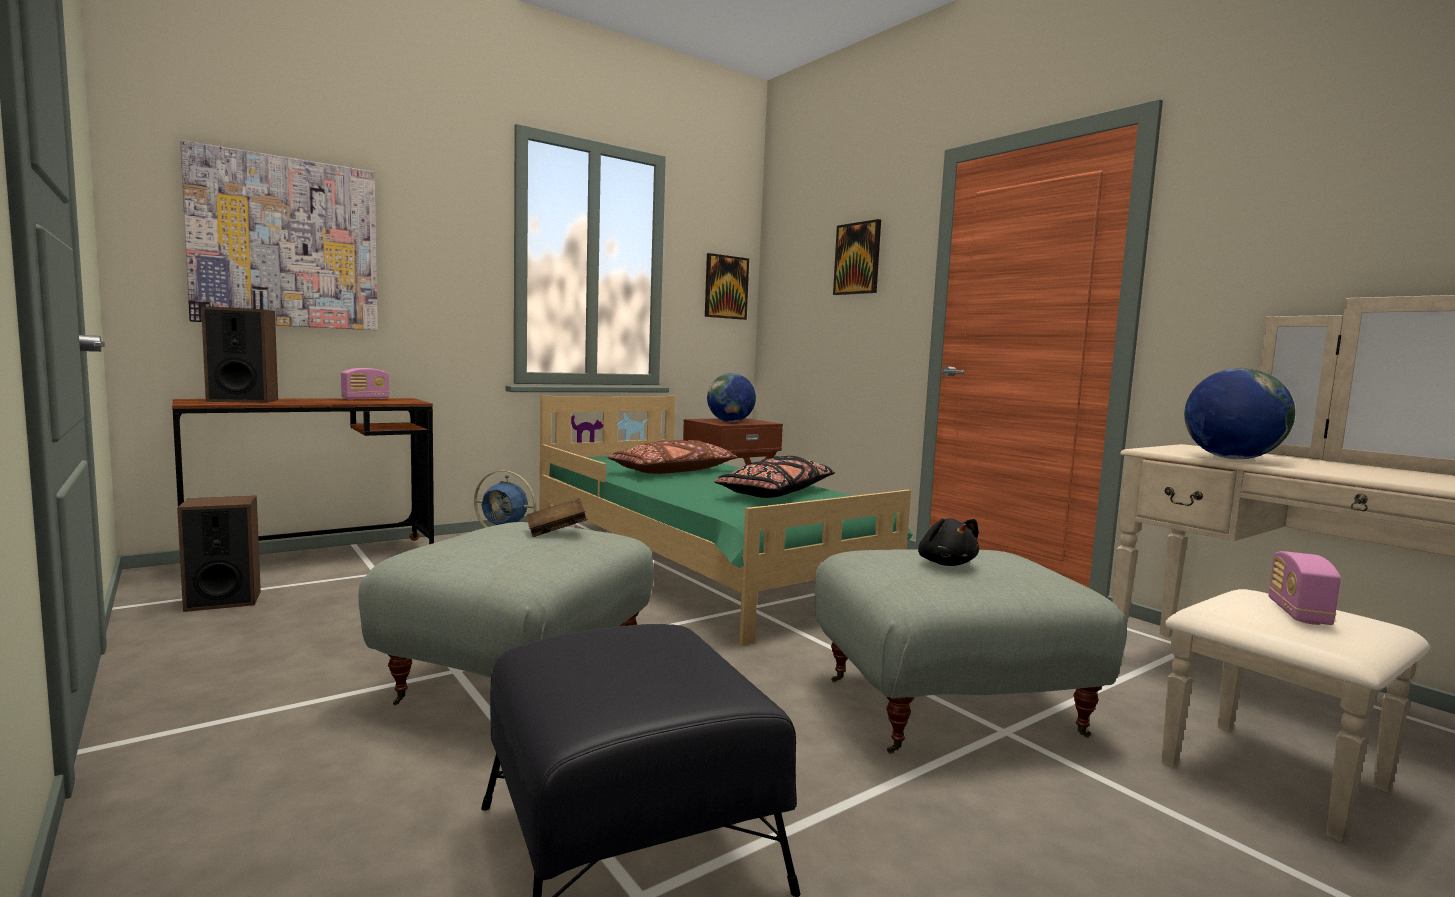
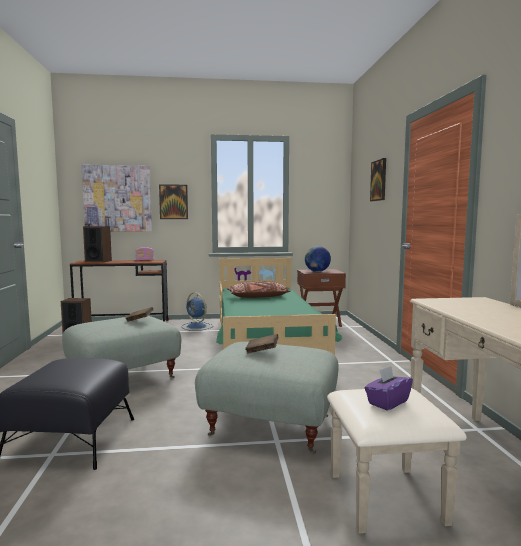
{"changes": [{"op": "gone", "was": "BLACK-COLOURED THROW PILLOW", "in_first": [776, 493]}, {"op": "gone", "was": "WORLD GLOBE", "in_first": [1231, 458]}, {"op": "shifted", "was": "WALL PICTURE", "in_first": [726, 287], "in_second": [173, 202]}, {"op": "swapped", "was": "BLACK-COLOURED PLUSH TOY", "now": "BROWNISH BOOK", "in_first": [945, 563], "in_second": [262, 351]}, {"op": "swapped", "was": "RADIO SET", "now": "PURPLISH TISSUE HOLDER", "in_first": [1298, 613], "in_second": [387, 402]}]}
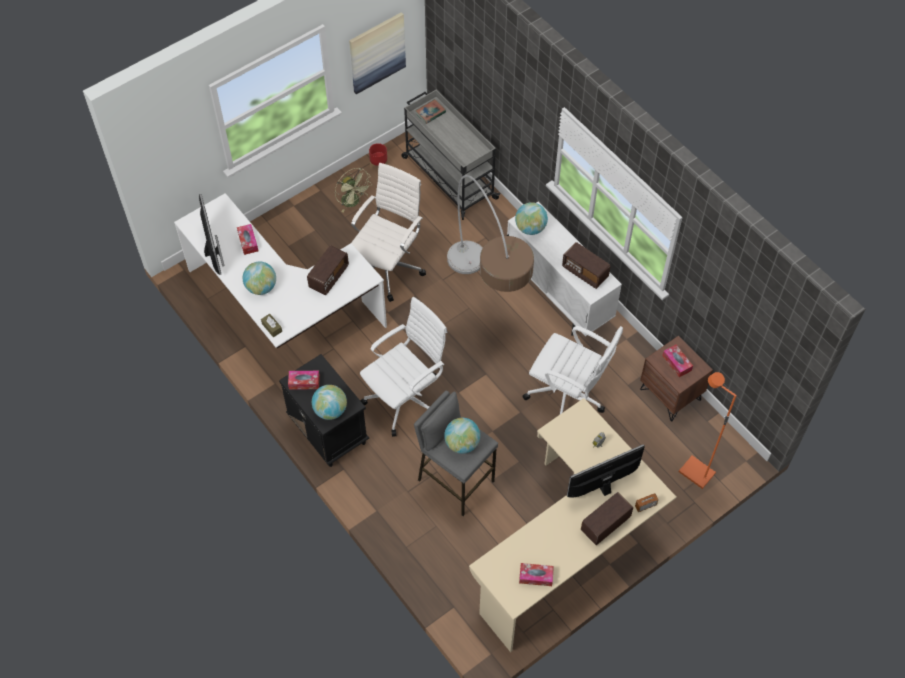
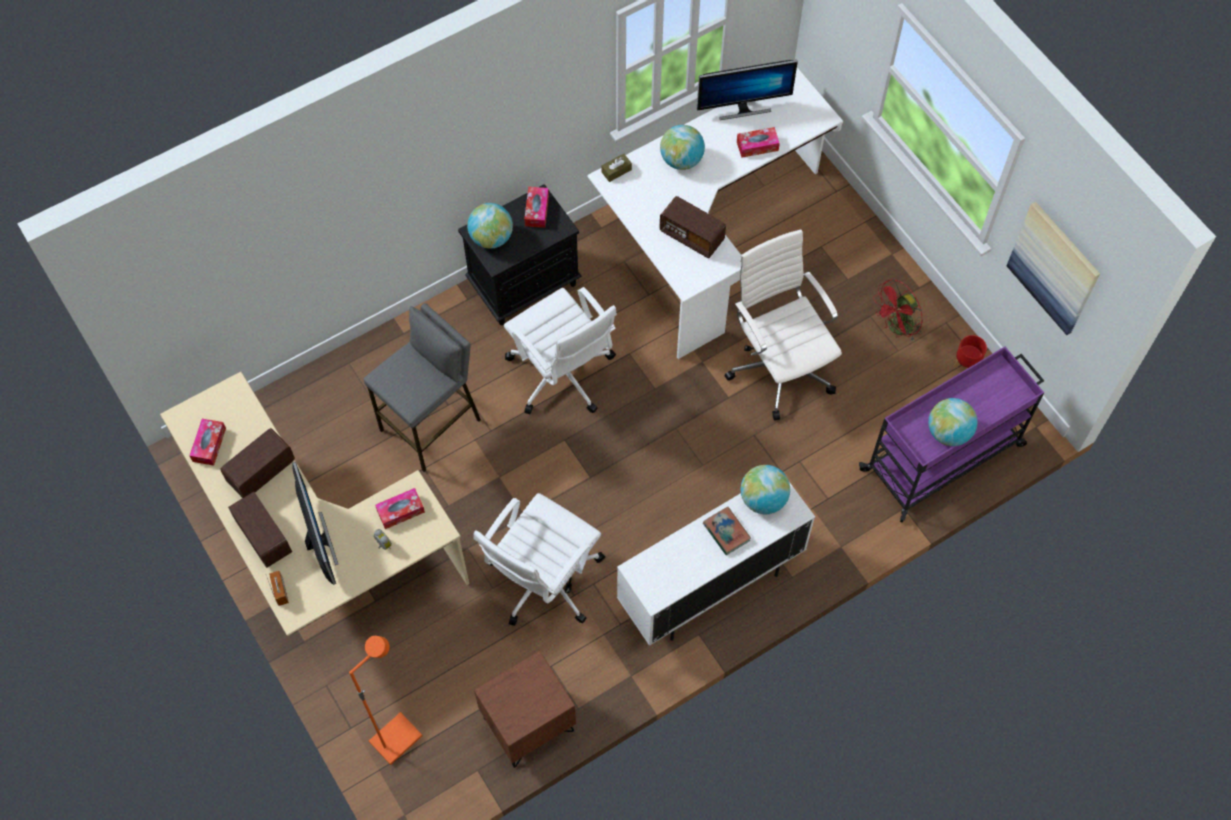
{"changes": [{"op": "gone", "was": "STANDING LAMP", "in_first": [487, 299]}, {"op": "shifted", "was": "BOOK", "in_first": [430, 113], "in_second": [726, 532]}, {"op": "shifted", "was": "WORLD GLOBE", "in_first": [462, 443], "in_second": [948, 432]}, {"op": "shifted", "was": "RADIO SET", "in_first": [585, 272], "in_second": [261, 472]}, {"op": "shifted", "was": "TISSUE HOLDER", "in_first": [676, 363], "in_second": [400, 511]}, {"op": "repainted", "was": "GREEN-COLOURED FAN", "now": "REDDISH FAN", "in_first": [353, 202], "in_second": [896, 328]}, {"op": "repainted", "was": "GREY WHEELED CART", "now": "PURPLISH WHEELED CART", "in_first": [448, 177], "in_second": [944, 457]}, {"op": "rotated", "was": "WHITISH COMPUTER CHAIR", "in_first": [388, 267], "in_second": [780, 366], "clockwise": -150}]}
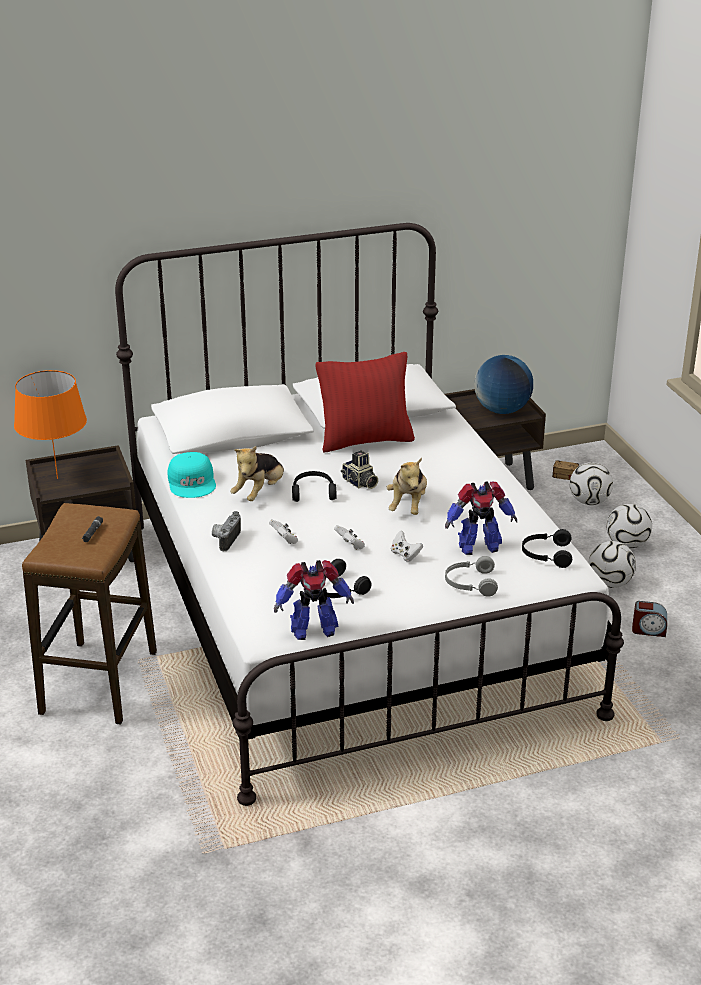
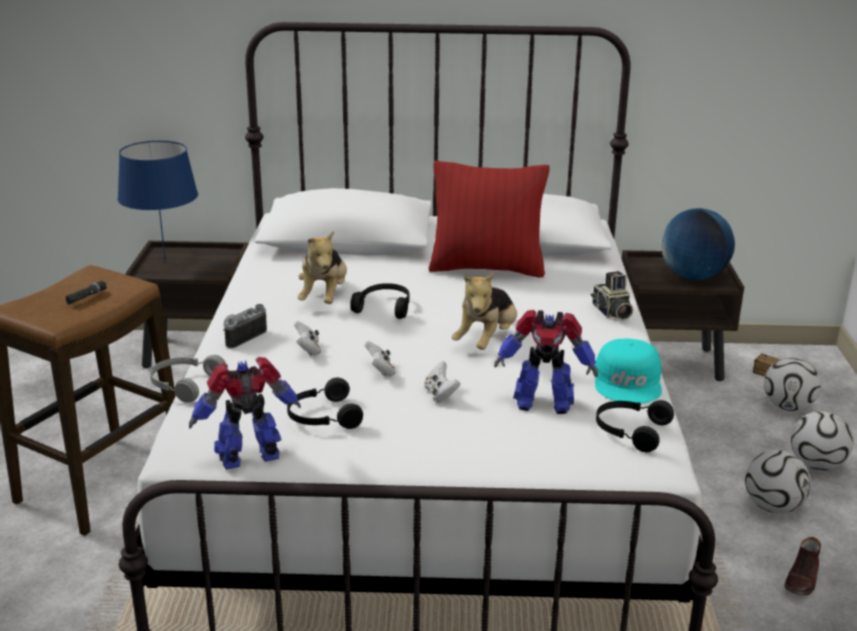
{"changes": [{"op": "shifted", "was": "BLUE-GREEN CAP", "in_first": [192, 482], "in_second": [629, 382]}, {"op": "shifted", "was": "PHOTO CAMERA", "in_first": [359, 483], "in_second": [611, 312]}, {"op": "shifted", "was": "GREY PAIR OF HEADPHONES", "in_first": [470, 583], "in_second": [184, 385]}, {"op": "swapped", "was": "TABLE CLOCK", "now": "BROWNISH SHOE", "in_first": [648, 630], "in_second": [802, 579]}, {"op": "repainted", "was": "ORANGE LAMP FOR A TABLE", "now": "BLUISH LAMP FOR A TABLE", "in_first": [57, 478], "in_second": [165, 261]}, {"op": "rotated", "was": "PLUSH TOY", "in_first": [260, 492], "in_second": [324, 297], "clockwise": -45}, {"op": "rotated", "was": "TOY ROBOT", "in_first": [313, 630], "in_second": [250, 458], "clockwise": 150}]}
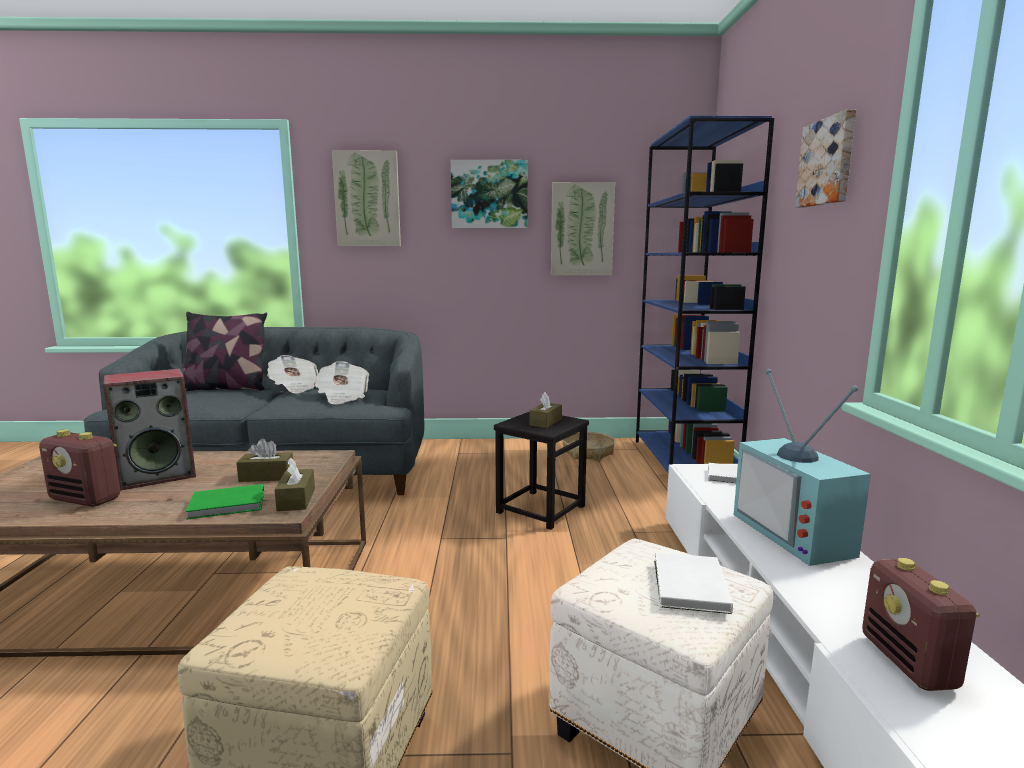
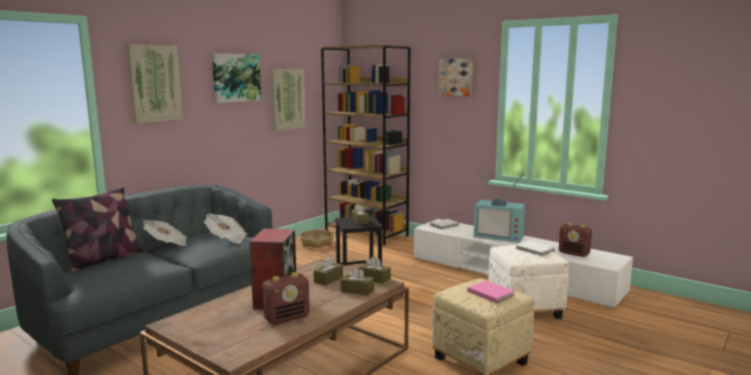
{"changes": [{"op": "new", "now": "PINK BOOK", "in_second": [490, 293]}, {"op": "swapped", "was": "GREEN-COLOURED BOOK", "now": "BROWNISH TISSUE HOLDER", "in_first": [229, 504], "in_second": [357, 290]}, {"op": "repainted", "was": "BLUISH BOOKCASE", "now": "BROWNISH BOOKCASE", "in_first": [684, 461], "in_second": [367, 233]}]}
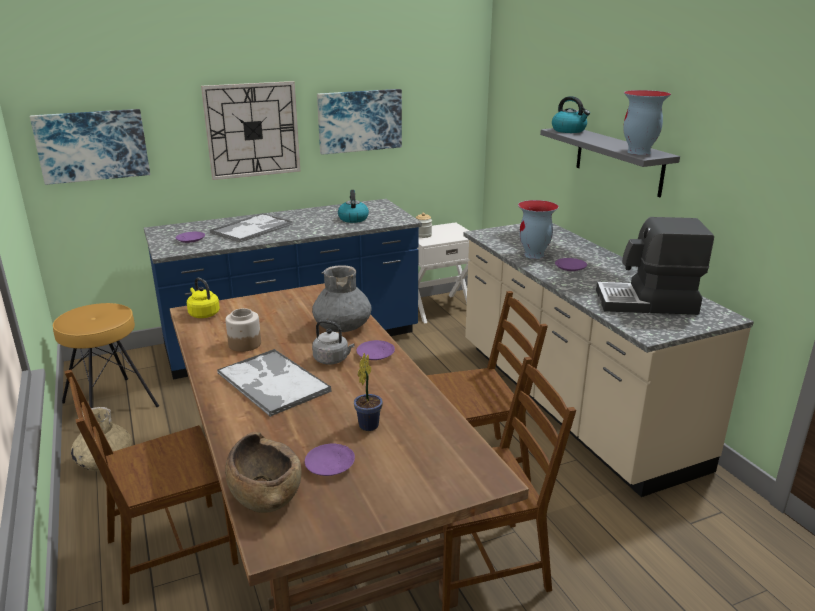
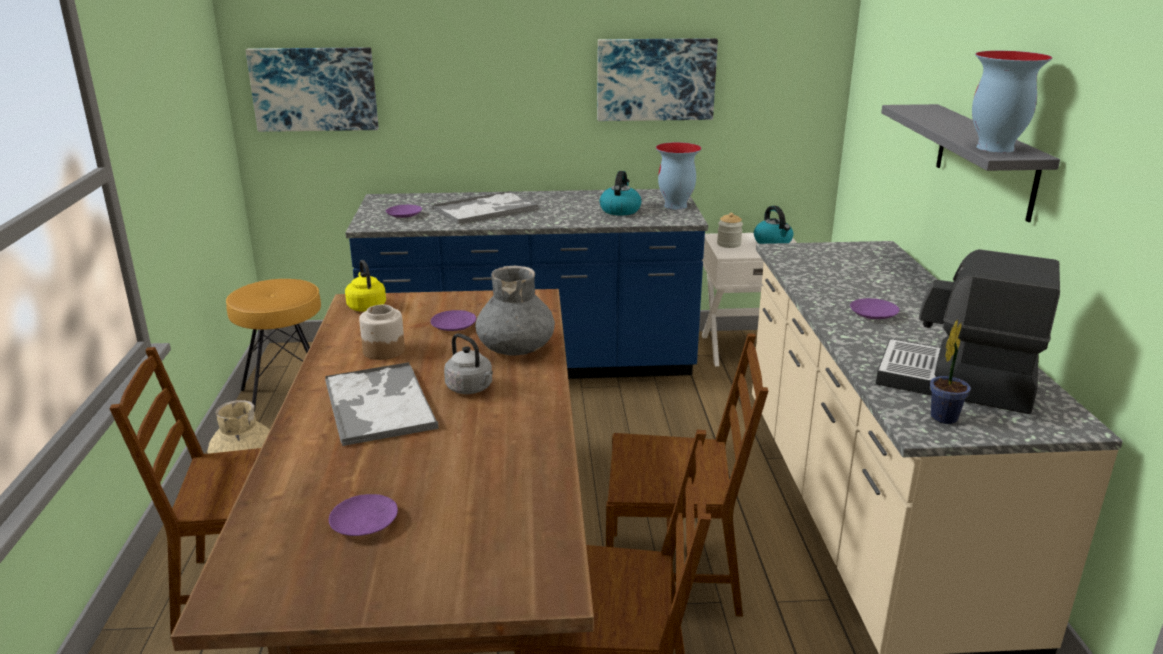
{"changes": [{"op": "gone", "was": "CLOCK ON THE WALL", "in_first": [252, 130]}, {"op": "gone", "was": "BROWNISH SERVING BOWL", "in_first": [265, 491]}, {"op": "shifted", "was": "PLANT IN A POT", "in_first": [369, 424], "in_second": [945, 416]}, {"op": "shifted", "was": "PURPLISH PLATE", "in_first": [376, 354], "in_second": [454, 326]}, {"op": "shifted", "was": "DECORATIVE VASE", "in_first": [534, 255], "in_second": [676, 206]}, {"op": "shifted", "was": "TEA KETTLE", "in_first": [569, 130], "in_second": [773, 242]}]}
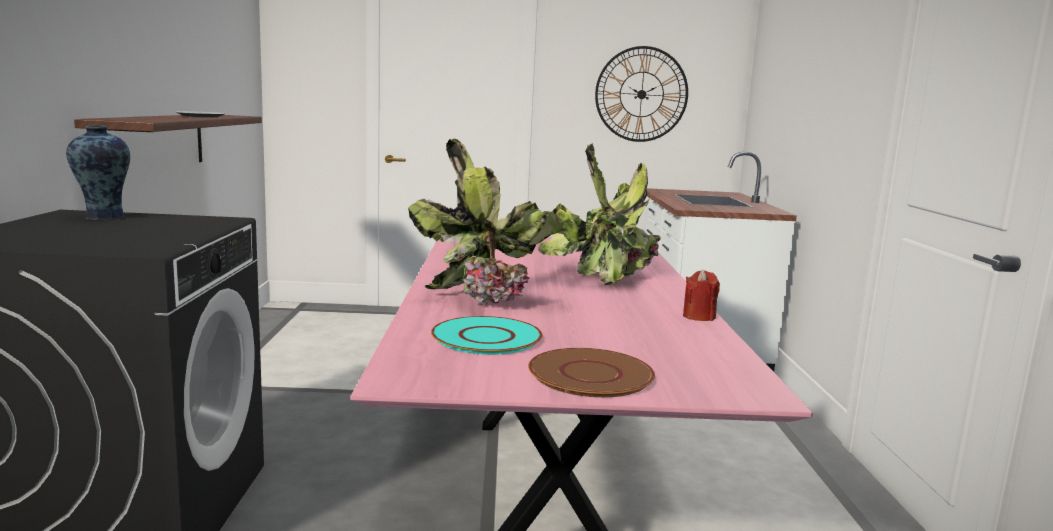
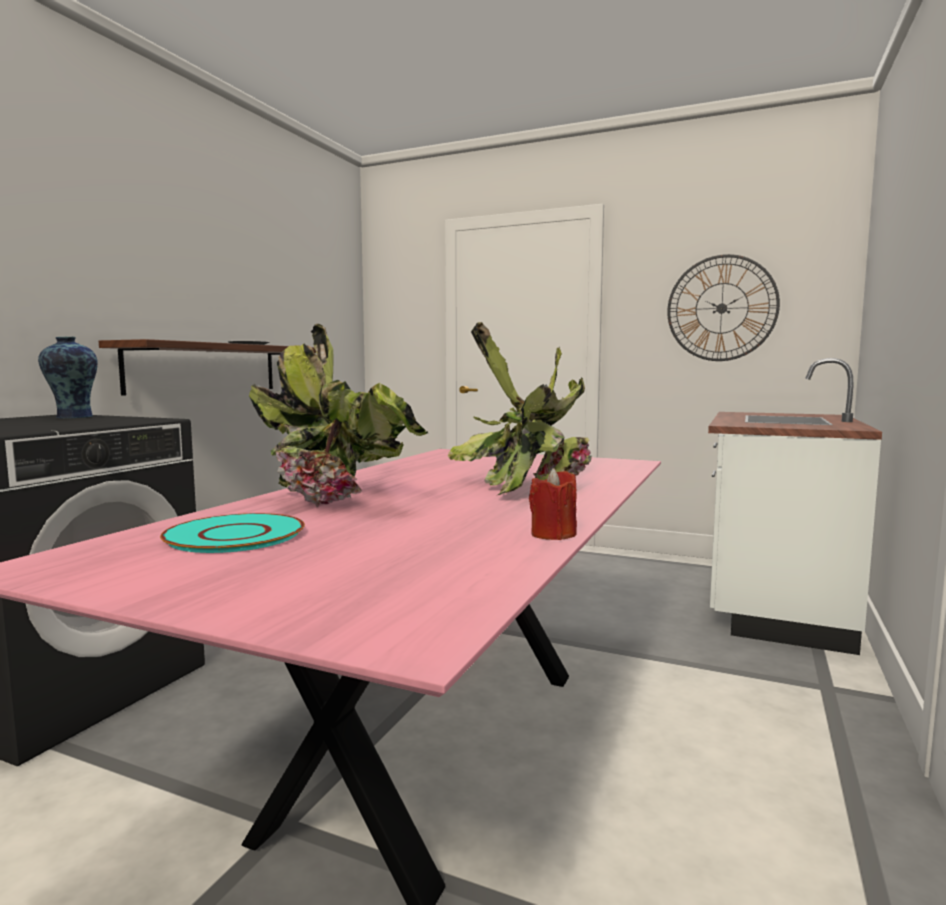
{"changes": [{"op": "gone", "was": "BROWNISH PLATE", "in_first": [589, 374]}]}
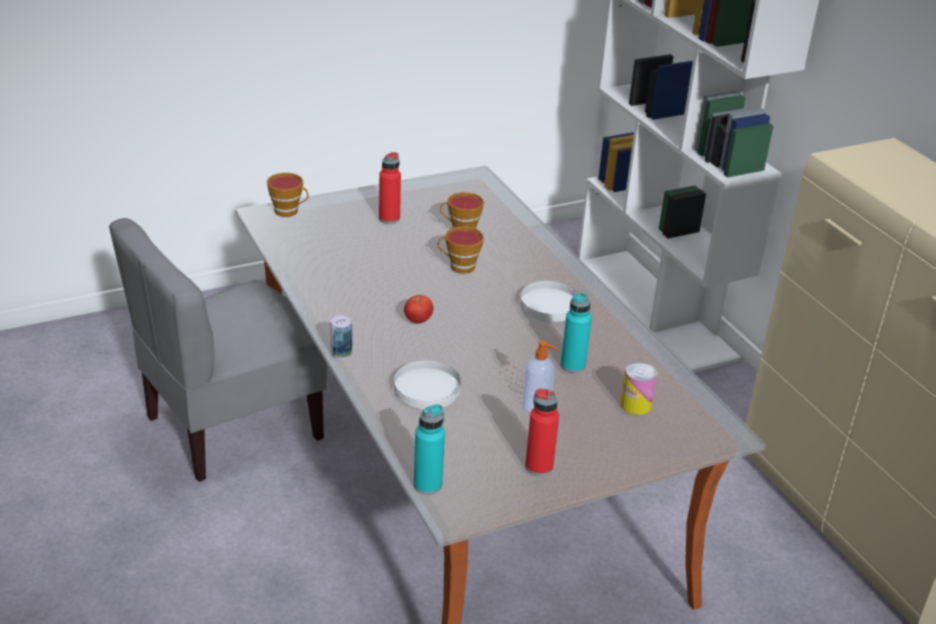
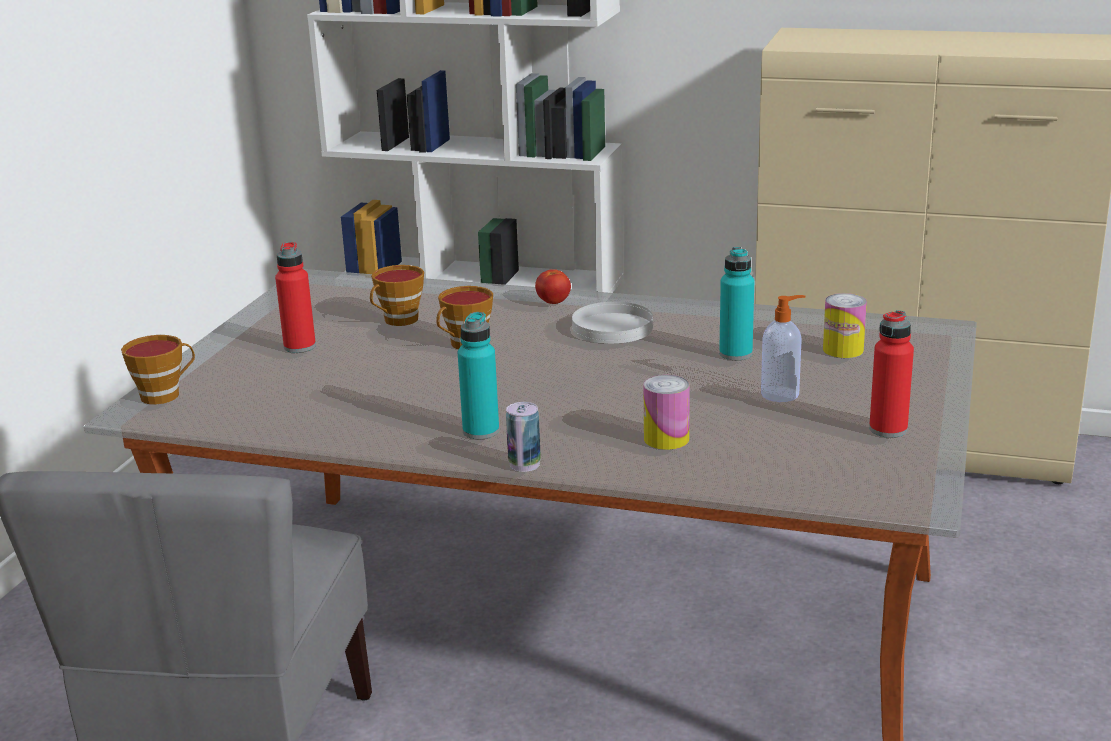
{"changes": [{"op": "shifted", "was": "TOMATO", "in_first": [418, 320], "in_second": [553, 302]}, {"op": "shifted", "was": "BLUE-GREEN BOTTLE", "in_first": [427, 485], "in_second": [481, 431]}, {"op": "swapped", "was": "WHITISH PLATE", "now": "CAN", "in_first": [426, 388], "in_second": [666, 439]}]}
